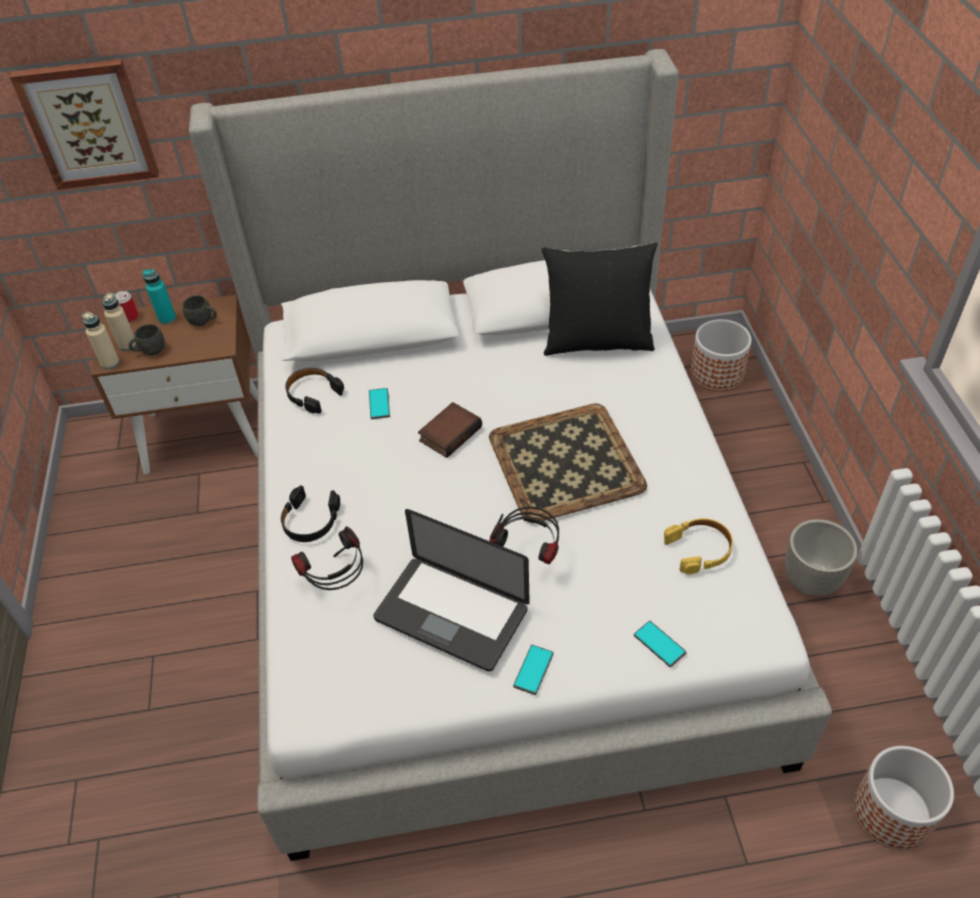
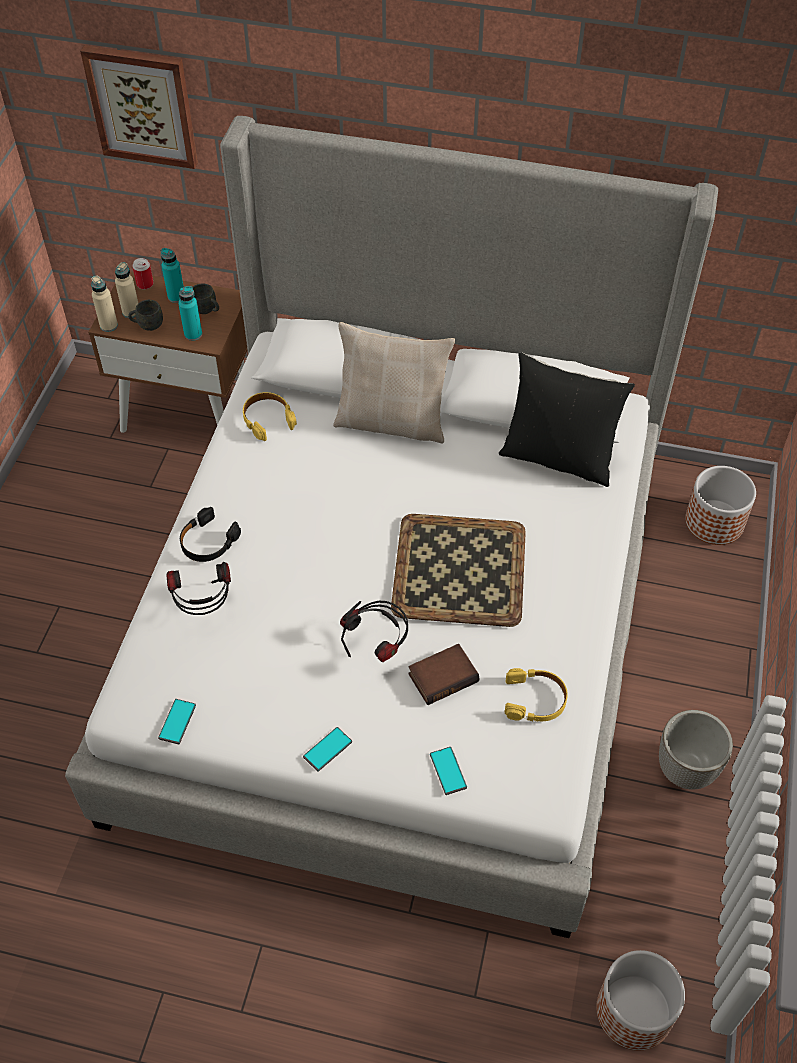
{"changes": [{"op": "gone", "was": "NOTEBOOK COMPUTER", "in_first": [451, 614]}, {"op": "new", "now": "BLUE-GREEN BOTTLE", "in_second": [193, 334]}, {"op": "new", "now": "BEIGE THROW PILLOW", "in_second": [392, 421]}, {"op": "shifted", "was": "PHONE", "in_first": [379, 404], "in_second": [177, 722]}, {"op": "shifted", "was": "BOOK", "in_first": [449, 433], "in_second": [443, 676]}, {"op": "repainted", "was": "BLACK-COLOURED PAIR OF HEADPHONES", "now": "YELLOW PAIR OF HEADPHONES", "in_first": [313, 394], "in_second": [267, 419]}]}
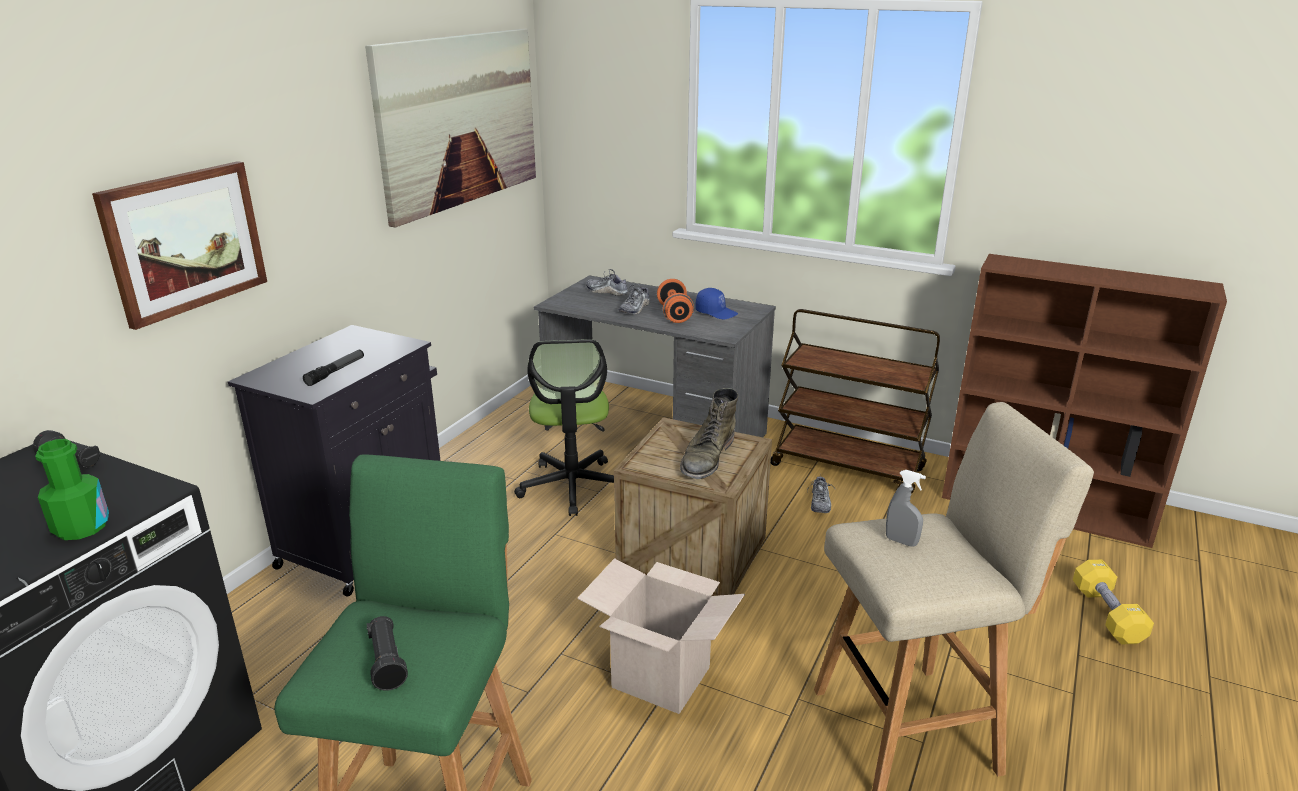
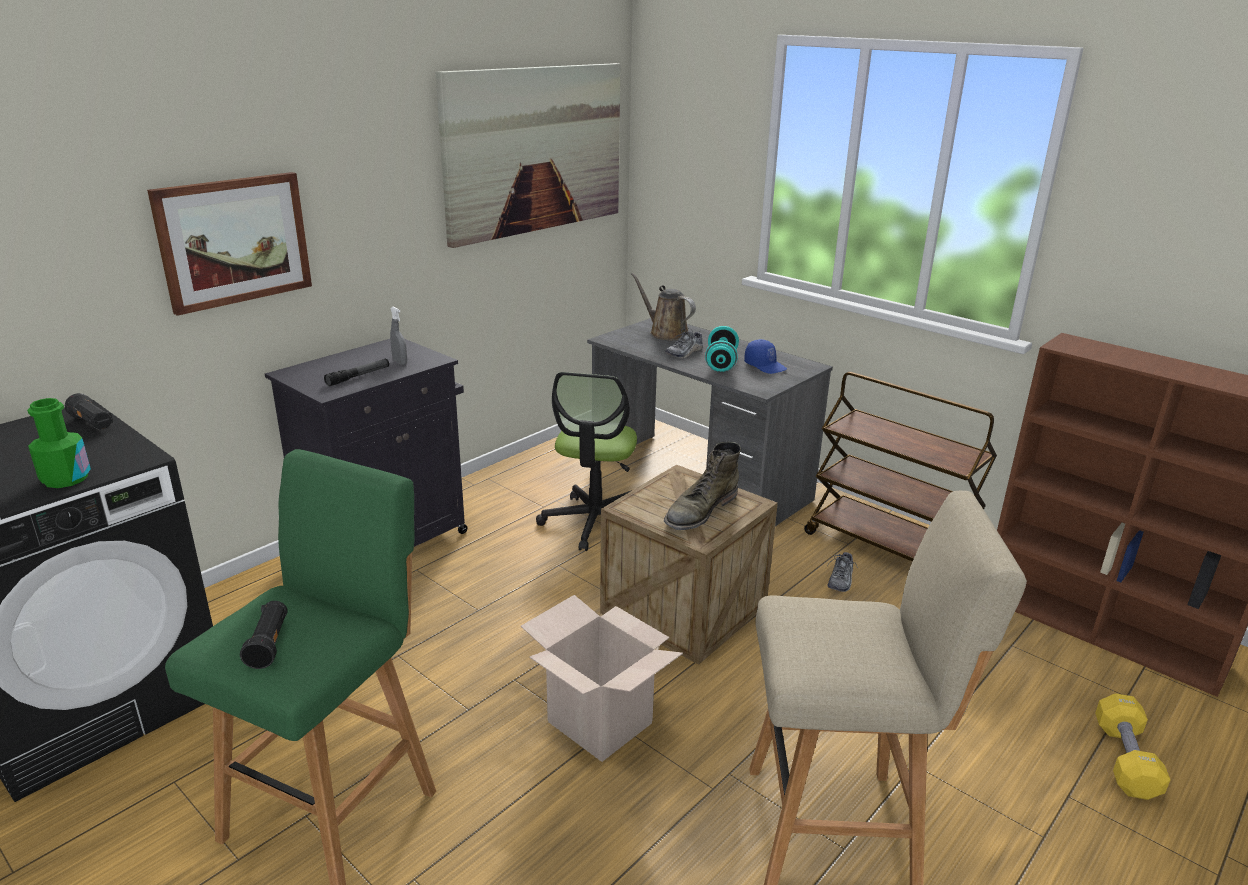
{"changes": [{"op": "shifted", "was": "GREY HAND SPRAYER", "in_first": [901, 541], "in_second": [400, 362]}, {"op": "swapped", "was": "SHOE", "now": "BROWNISH SPRINKLING CAN", "in_first": [606, 291], "in_second": [666, 333]}, {"op": "repainted", "was": "ORANGE HAND WEIGHT", "now": "BLUE-GREEN HAND WEIGHT", "in_first": [674, 314], "in_second": [721, 363]}]}
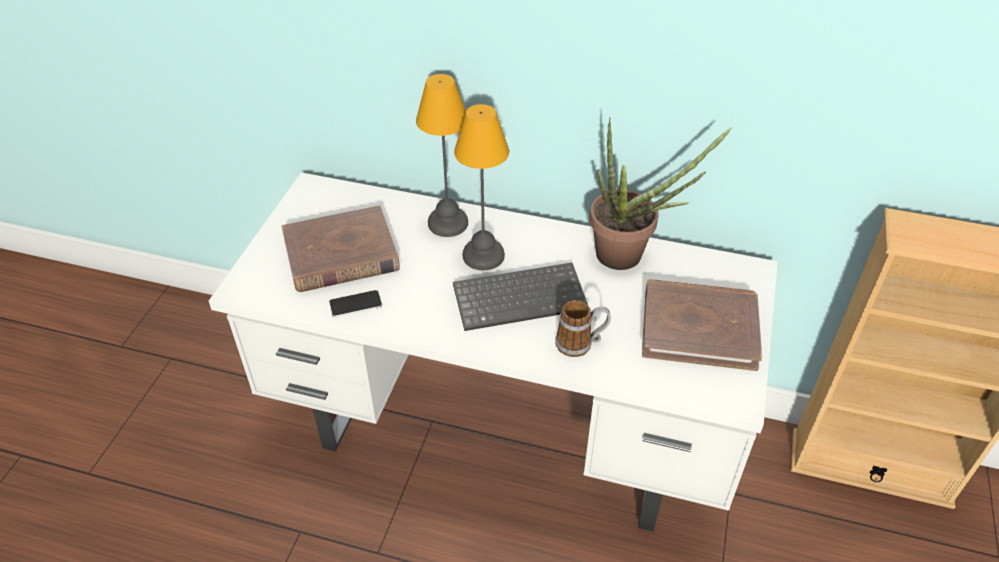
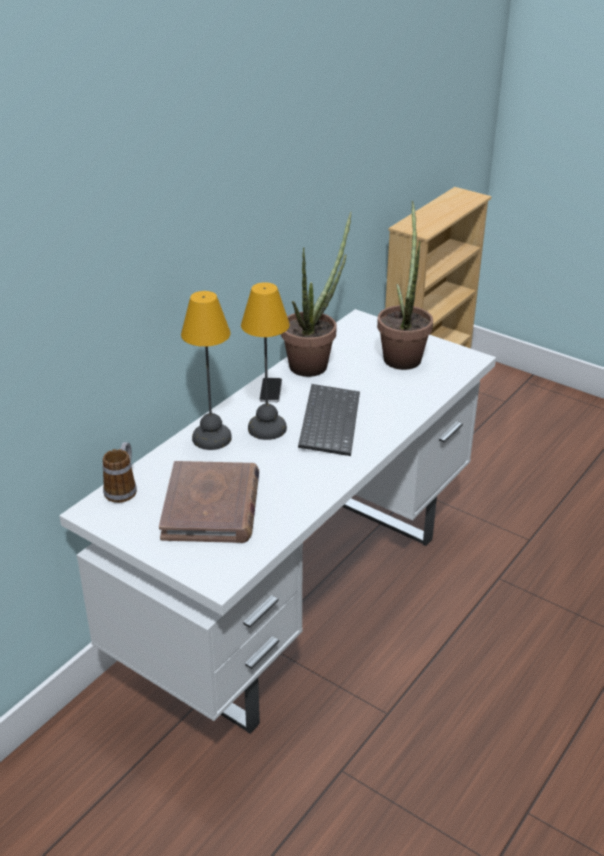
{"changes": [{"op": "shifted", "was": "PHONE", "in_first": [355, 304], "in_second": [270, 390]}, {"op": "shifted", "was": "TEA MUG", "in_first": [581, 343], "in_second": [123, 488]}, {"op": "swapped", "was": "BROWNISH BOOK", "now": "PLANT IN A POT", "in_first": [699, 328], "in_second": [402, 355]}]}
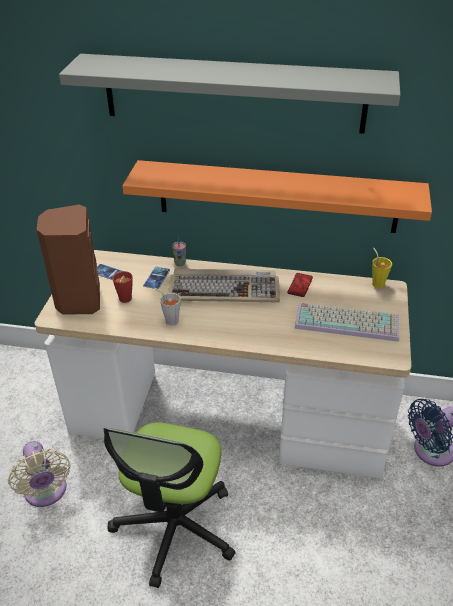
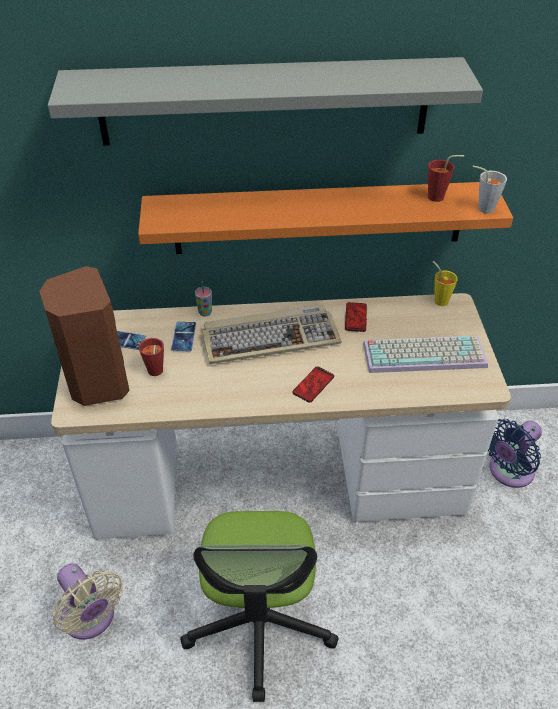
{"changes": [{"op": "new", "now": "PHONE", "in_second": [313, 385]}, {"op": "new", "now": "REDDISH CUP", "in_second": [439, 197]}, {"op": "shifted", "was": "GREY CUP", "in_first": [169, 319], "in_second": [482, 208]}]}
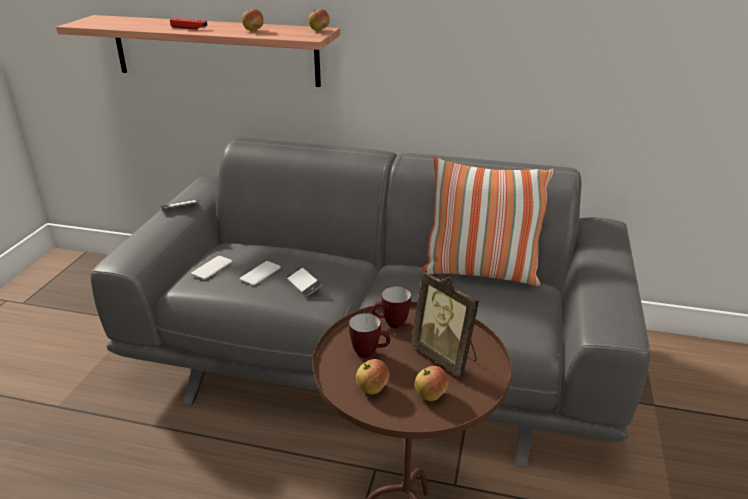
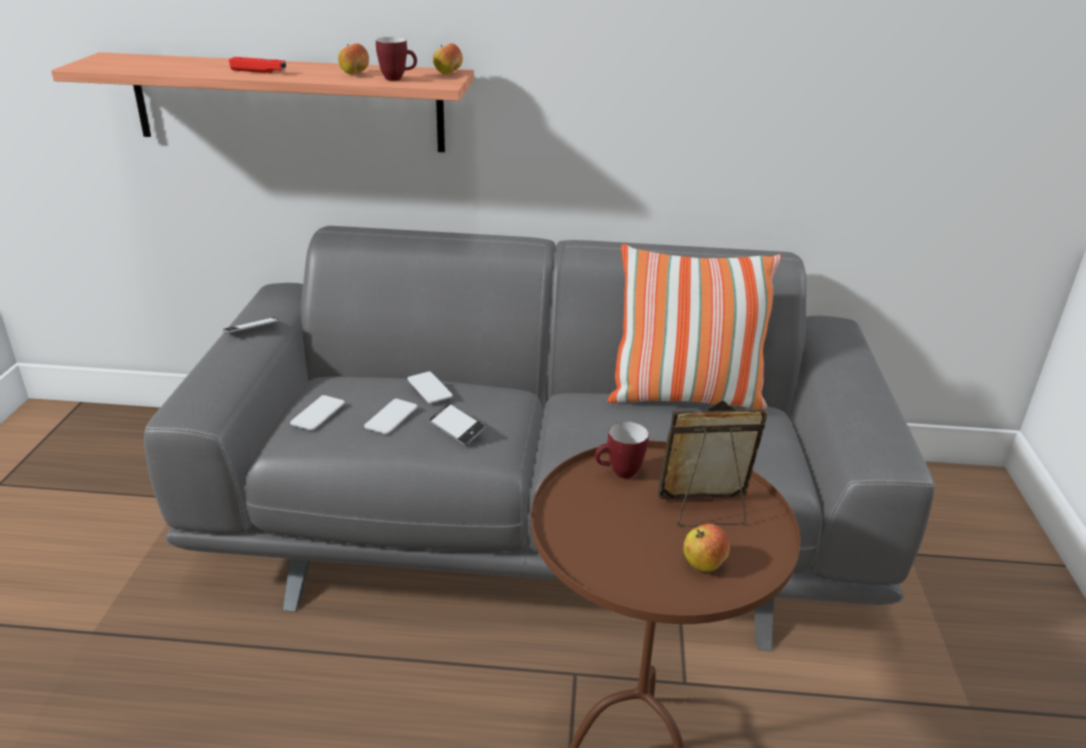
{"changes": [{"op": "gone", "was": "APPLE", "in_first": [372, 388]}, {"op": "new", "now": "PHONE", "in_second": [429, 388]}, {"op": "shifted", "was": "TEA MUG", "in_first": [369, 353], "in_second": [397, 79]}, {"op": "rotated", "was": "PHOTO FRAME", "in_first": [446, 357], "in_second": [705, 511], "clockwise": 135}]}
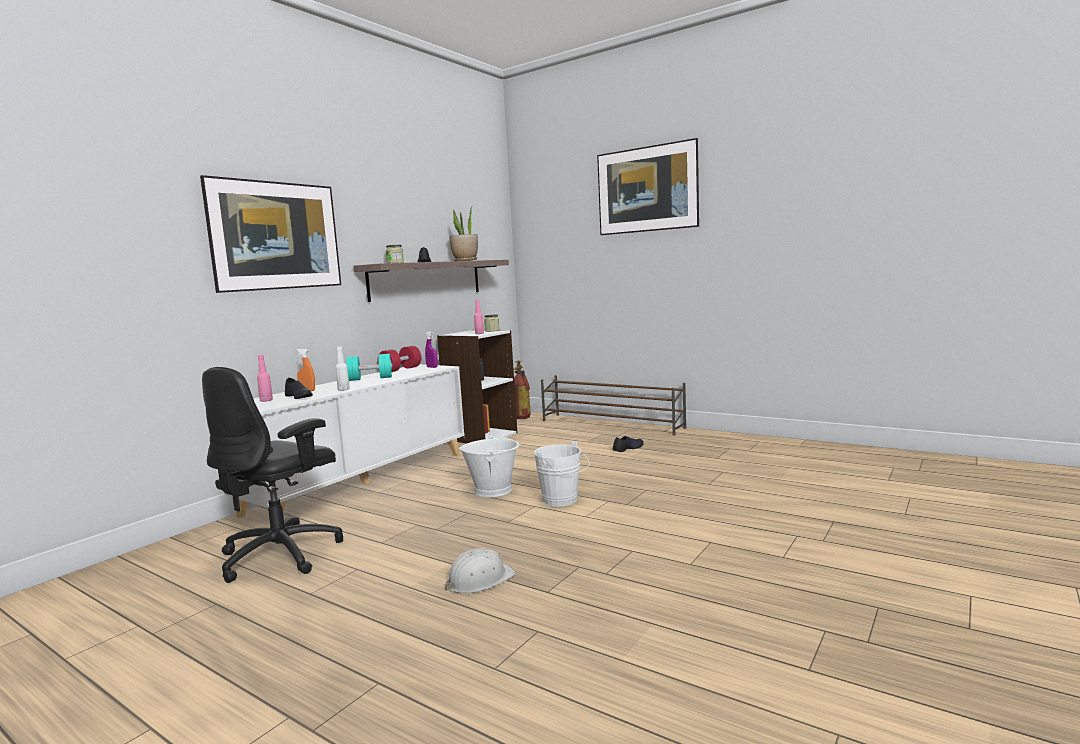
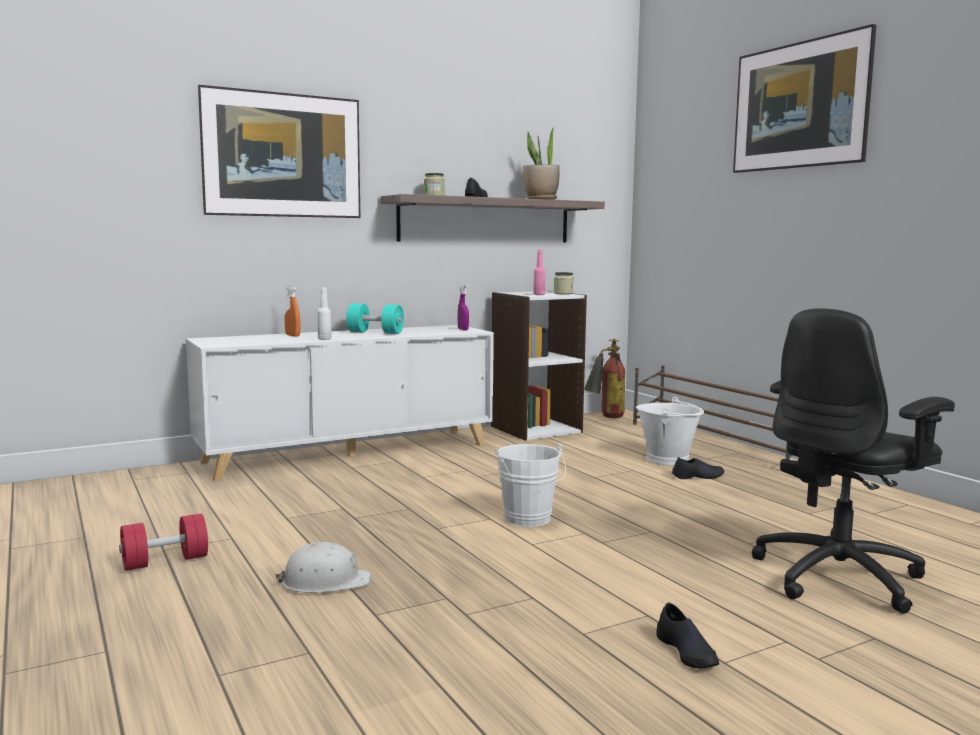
{"changes": [{"op": "gone", "was": "PINK BOTTLE", "in_first": [266, 400]}, {"op": "shifted", "was": "BLACK-COLOURED COMPUTER CHAIR", "in_first": [282, 555], "in_second": [840, 577]}, {"op": "shifted", "was": "BLACK-COLOURED SHOE", "in_first": [299, 396], "in_second": [687, 652]}, {"op": "shifted", "was": "REDDISH HAND WEIGHT", "in_first": [400, 370], "in_second": [165, 562]}, {"op": "shifted", "was": "WHITISH BUCKET", "in_first": [493, 490], "in_second": [668, 459]}]}
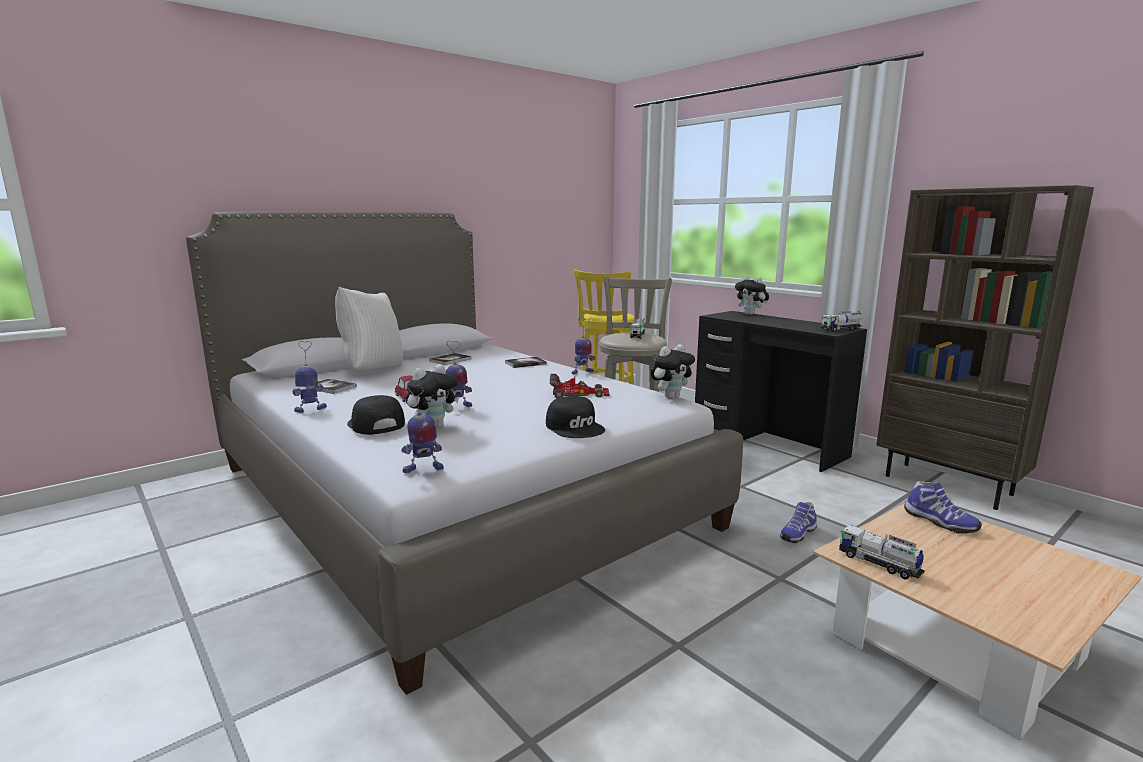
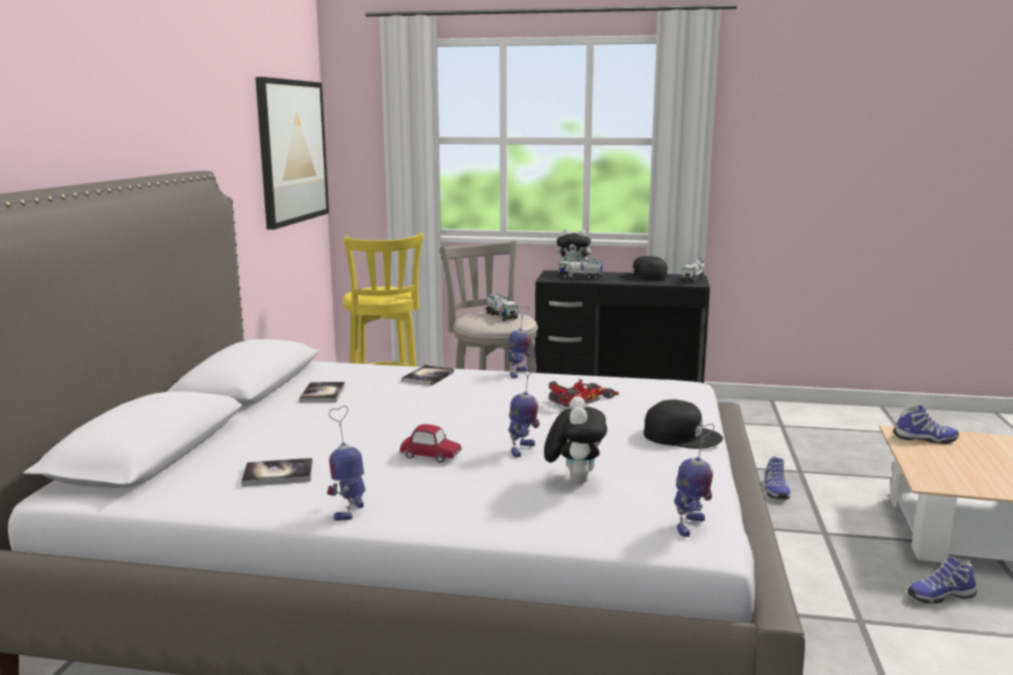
{"changes": [{"op": "gone", "was": "WHITISH THROW PILLOW", "in_first": [372, 369]}, {"op": "gone", "was": "PLUSH TOY", "in_first": [671, 396]}, {"op": "gone", "was": "BROWNISH BOOKCASE", "in_first": [949, 485]}, {"op": "new", "now": "WALL PICTURE", "in_second": [292, 151]}, {"op": "new", "now": "SHOE", "in_second": [939, 595]}, {"op": "shifted", "was": "BLACK-COLOURED CAP", "in_first": [375, 424], "in_second": [644, 277]}, {"op": "shifted", "was": "MODEL TRUCK", "in_first": [879, 564], "in_second": [580, 278]}]}
